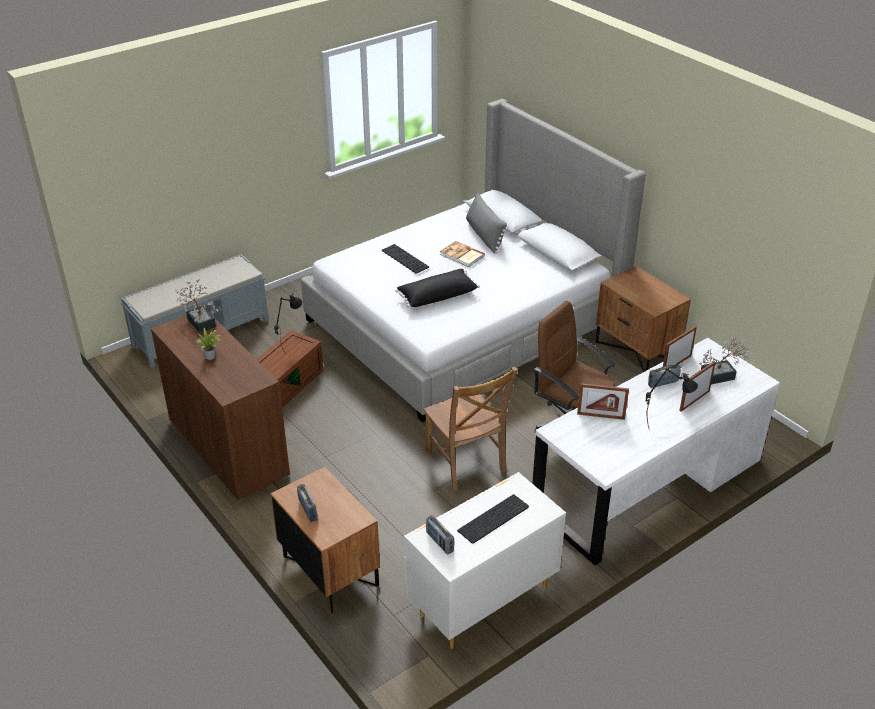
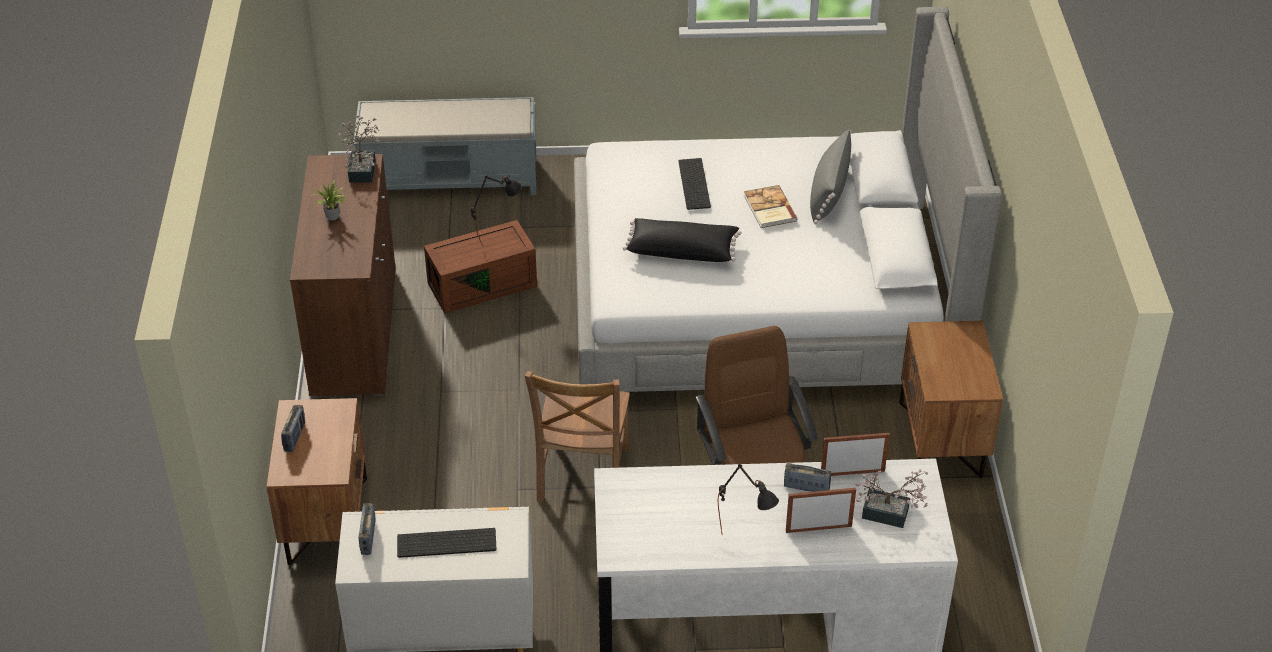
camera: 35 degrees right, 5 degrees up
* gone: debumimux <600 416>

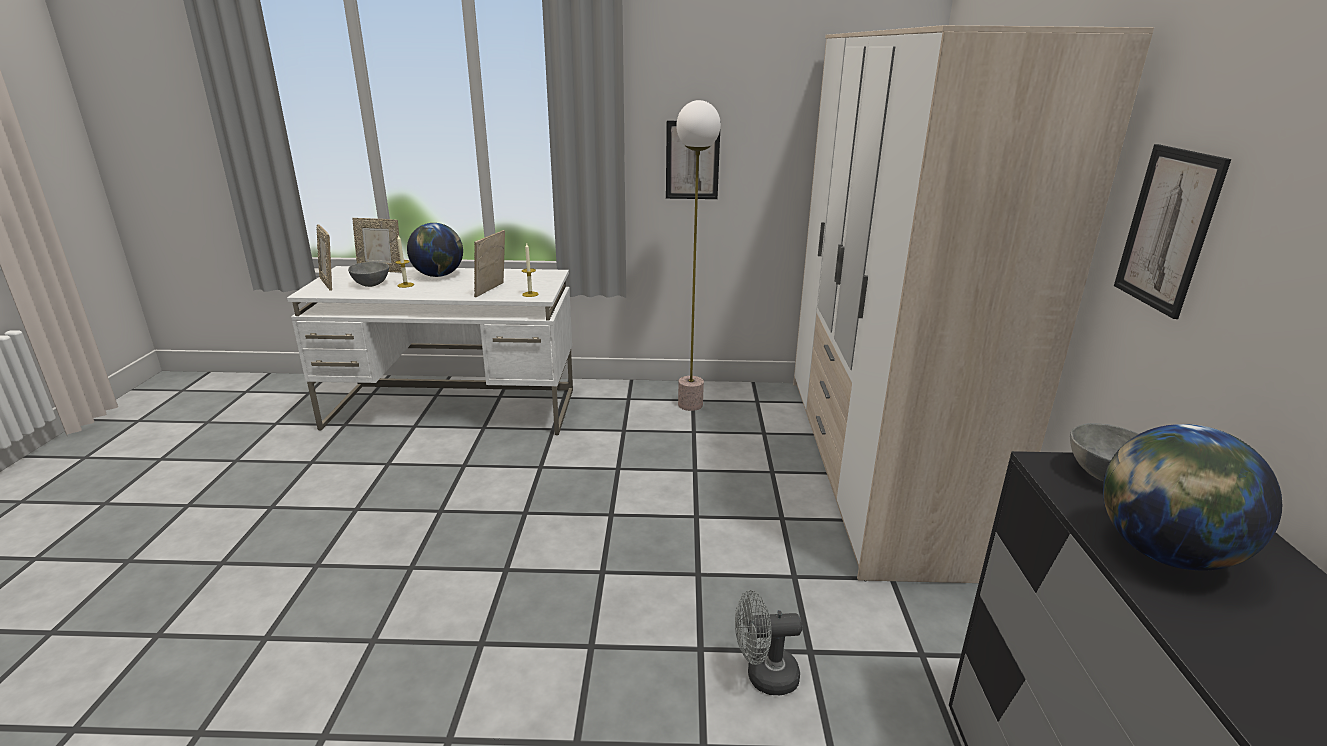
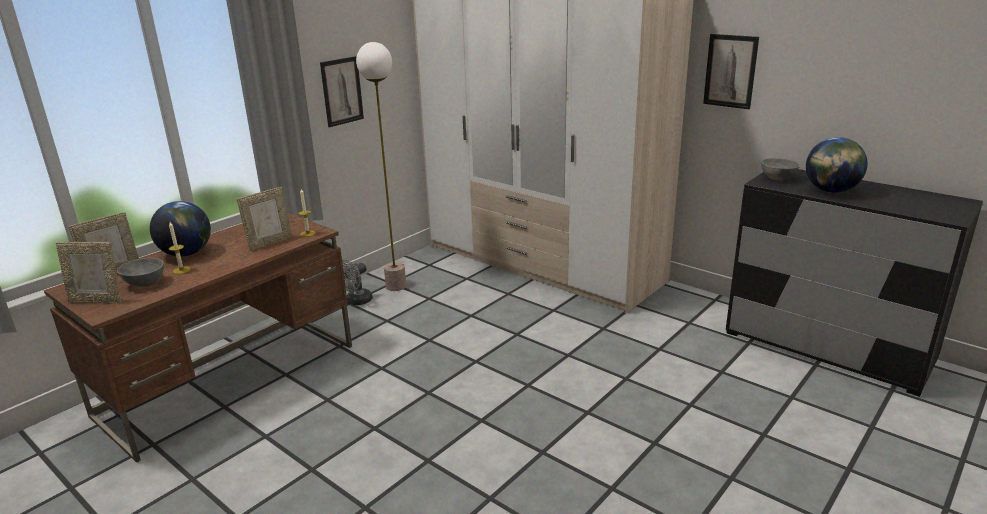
camera: 50 degrees left, 0 degrees up
* repainted: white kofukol <454 409> to brown kofukol <231 379>
* rotated: debumimux <492 290> = <270 243> 105 degrees counterclockwise
* shifted: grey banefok <764 676> to <356 301>

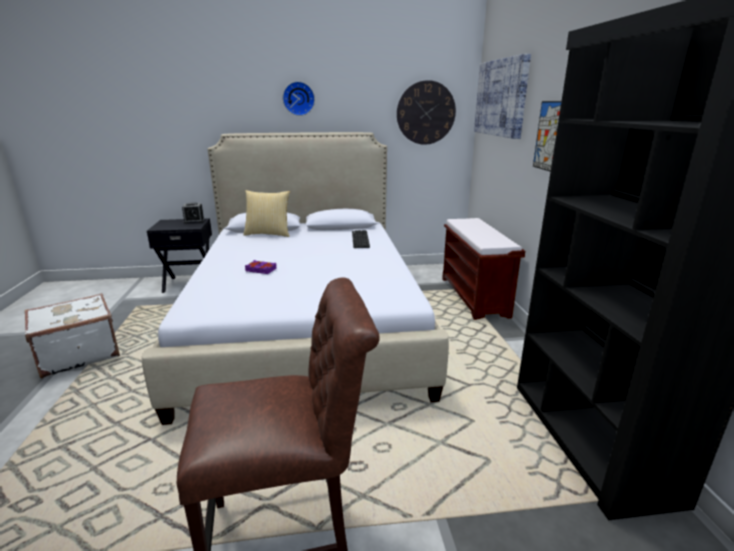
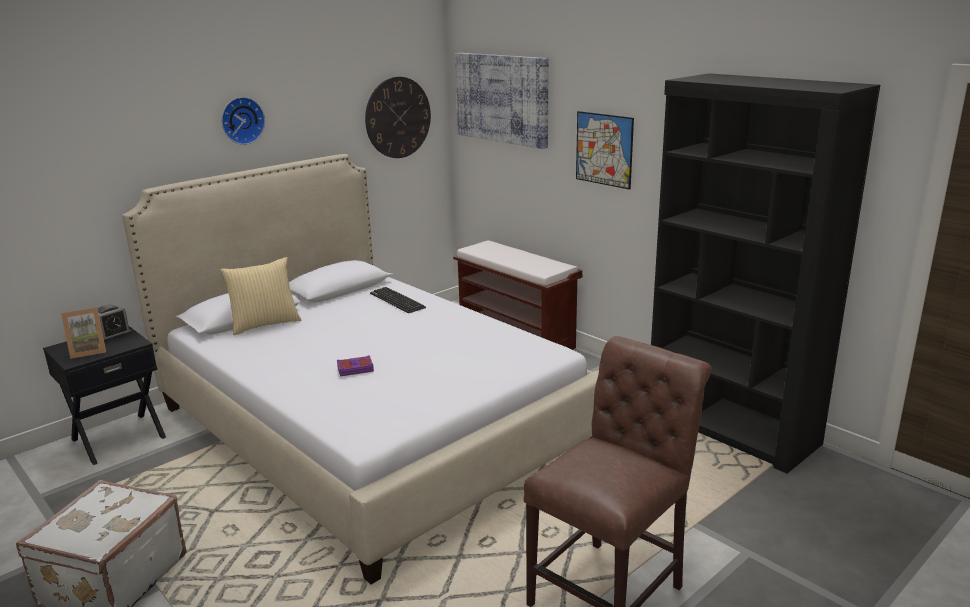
camera: 35 degrees left, 0 degrees up
* new: debumimux <88 351>

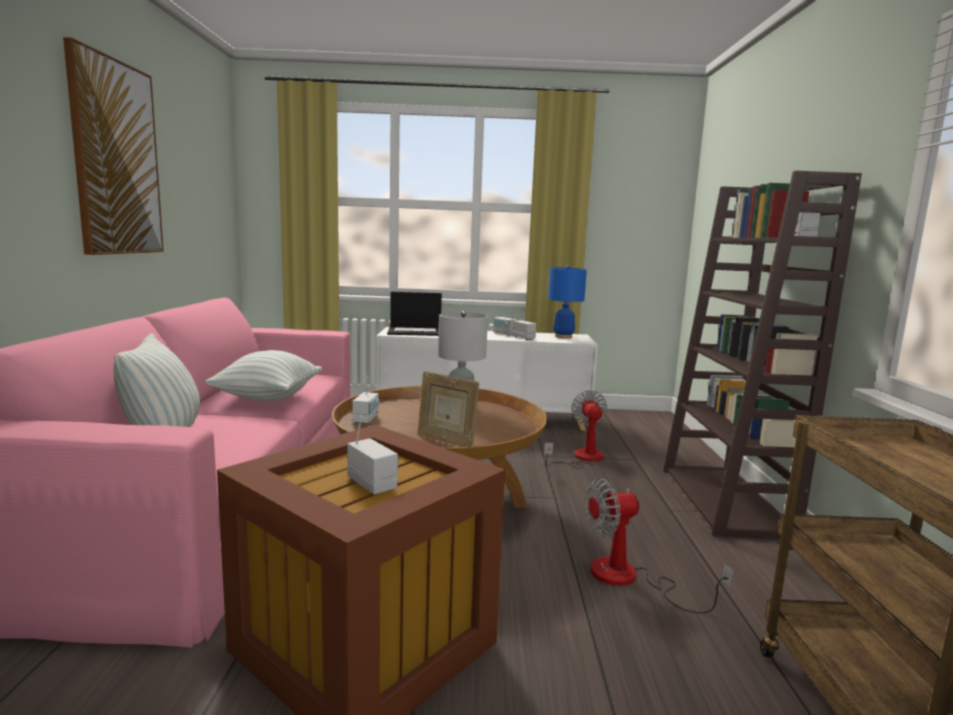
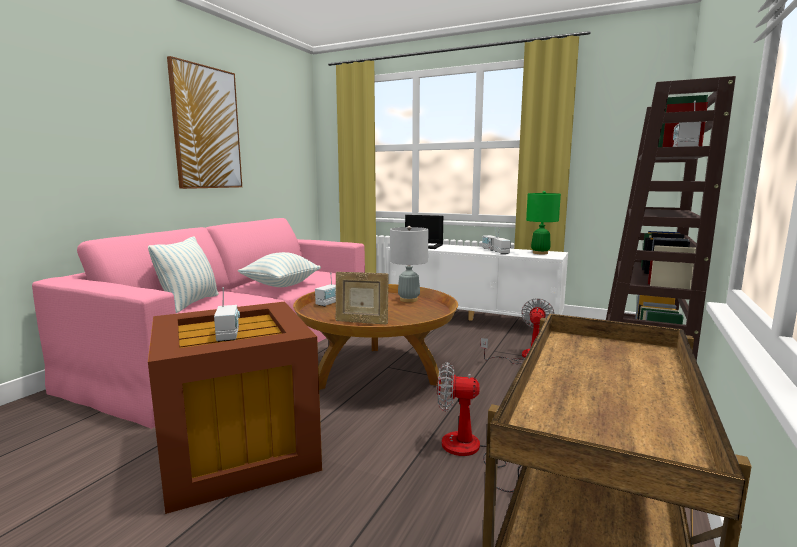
camera: 25 degrees right, 0 degrees up
* rotated: debumimux <446 441> = <361 322> 45 degrees counterclockwise
* repainted: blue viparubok <563 337> to green viparubok <540 253>

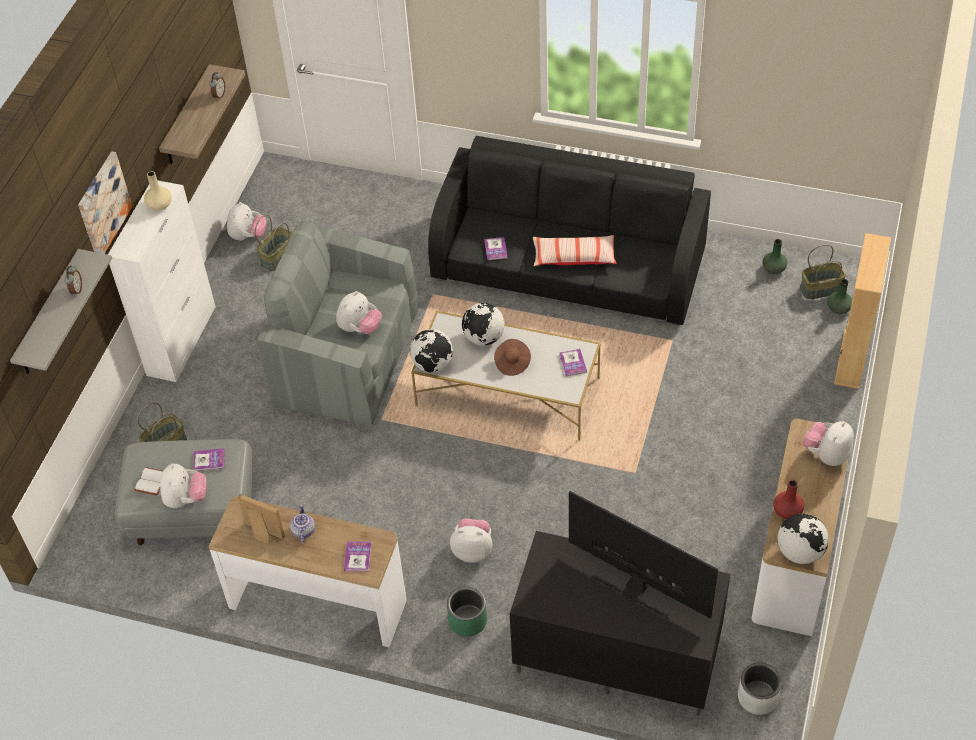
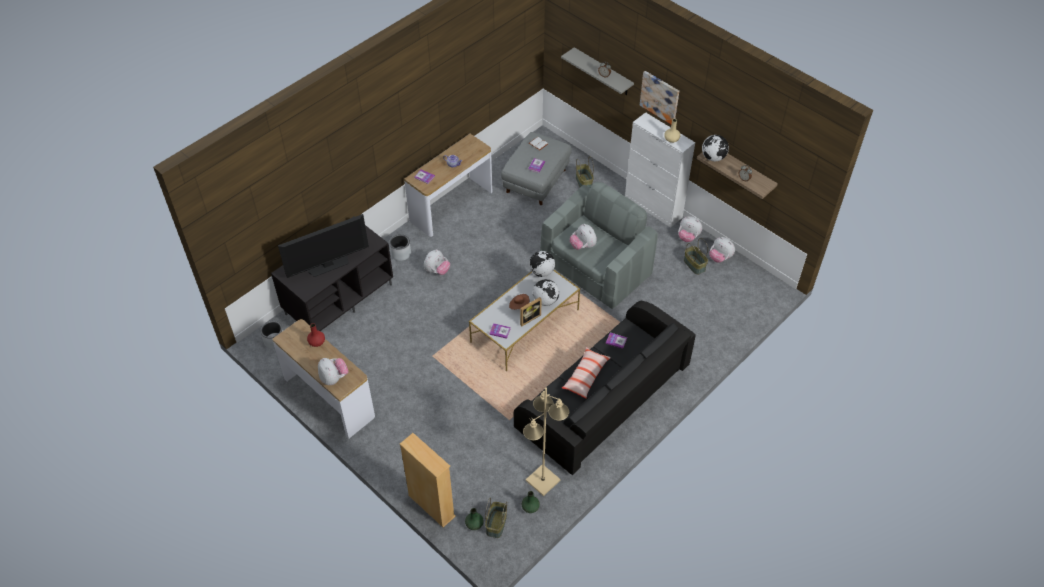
camera: 115 degrees right, 0 degrees up
* repainted: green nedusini <467 620> to grey nedusini <401 253>
* shifted: debumimux <262 534> to <529 318>
* new: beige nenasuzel <543 481>
* shifted: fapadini <186 499> to <688 237>
* shifted: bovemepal <799 552> to <713 157>

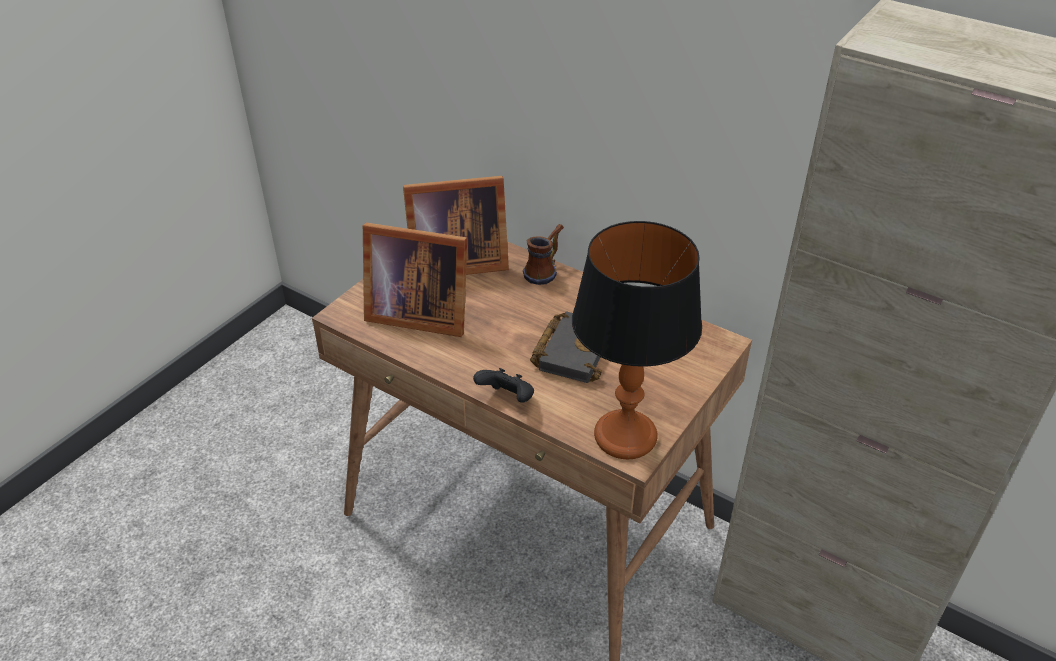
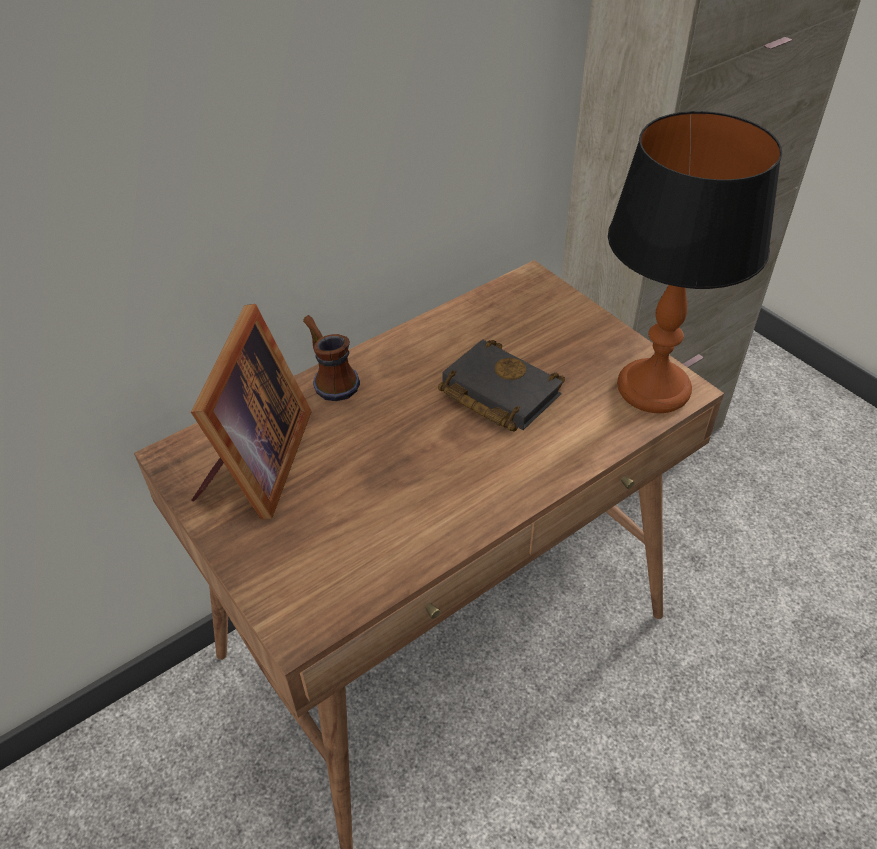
camera: 70 degrees left, 5 degrees up
* gone: debumimux <416 313>
* gone: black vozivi <507 399>

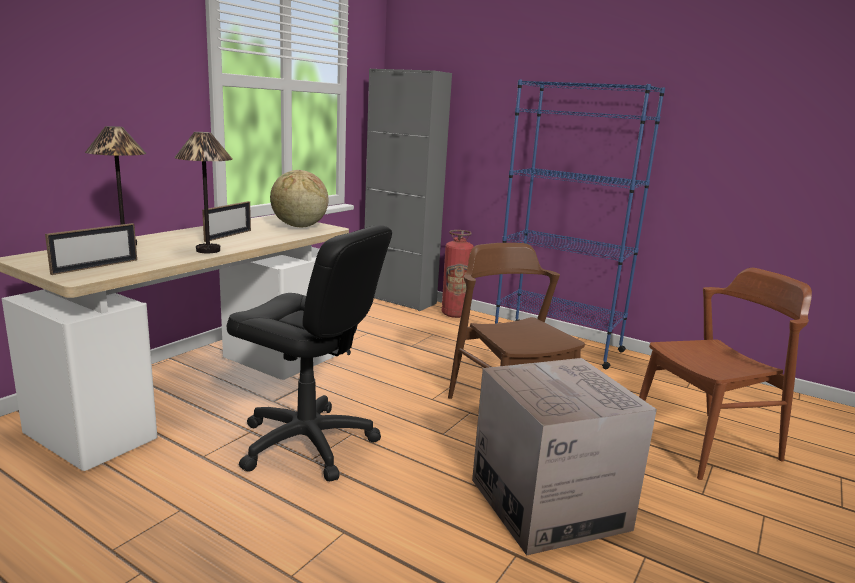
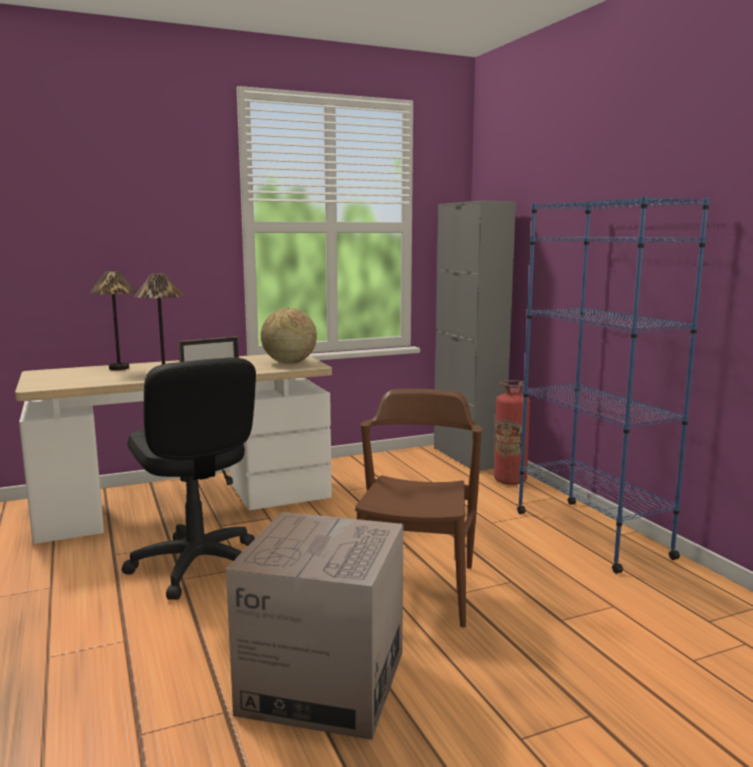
camera: 35 degrees right, 5 degrees down
* gone: debumimux <96 267>
* gone: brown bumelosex <705 444>

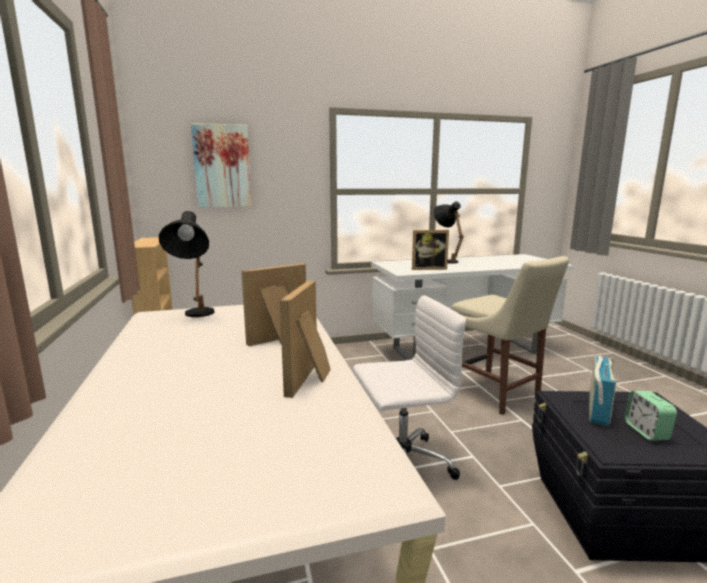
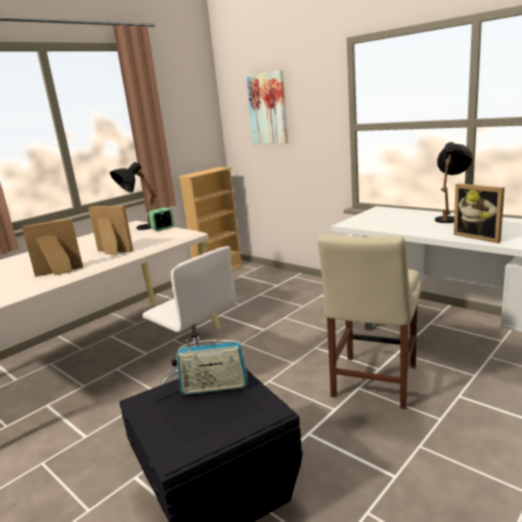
camera: 60 degrees right, 5 degrees up
* shifted: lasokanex <646 431> to <163 228>
* shifted: debumimux <428 268> to <479 237>

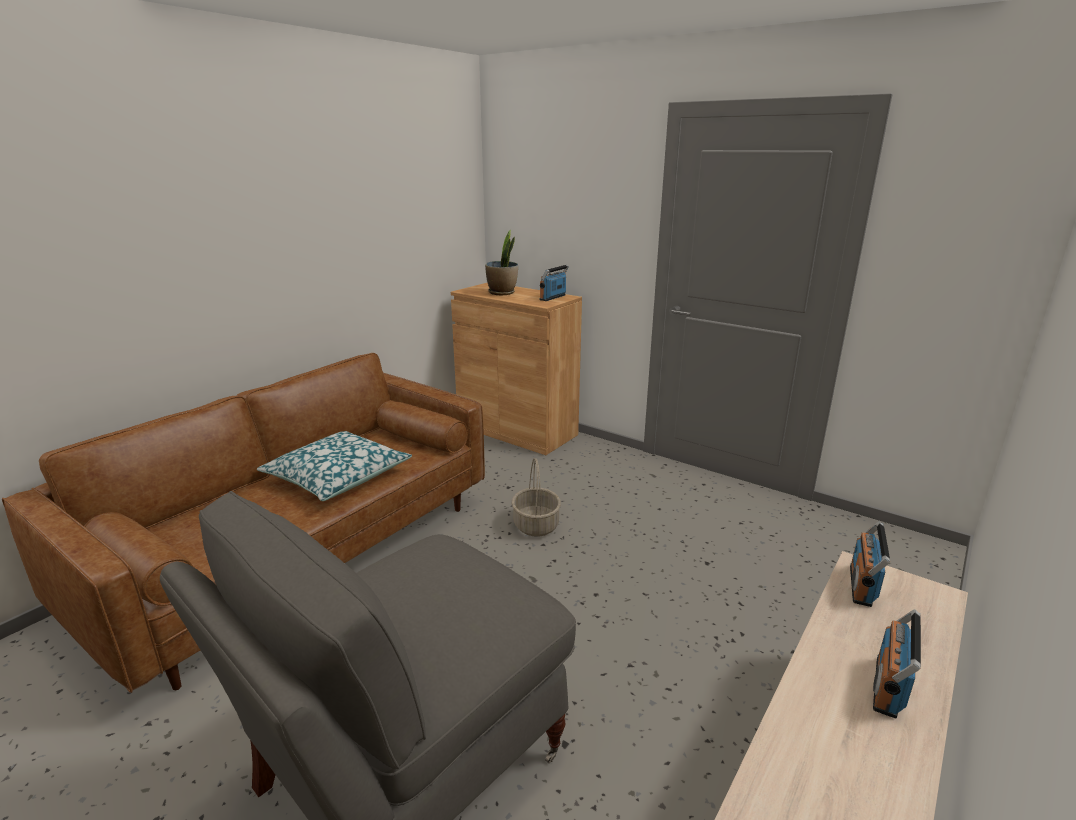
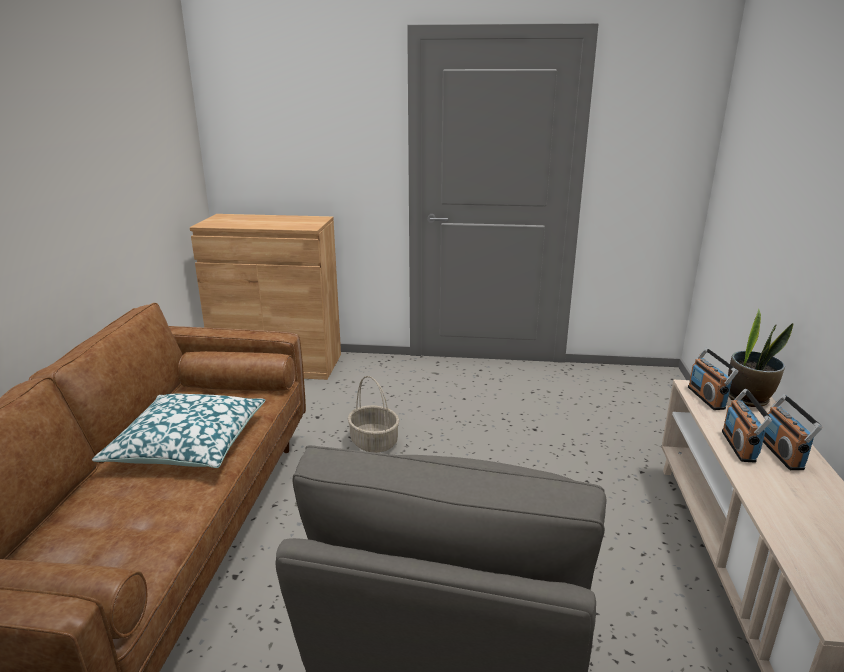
camera: 30 degrees left, 0 degrees up
* shifted: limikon <553 297> to <739 446>
* shifted: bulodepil <502 293> to <748 399>

